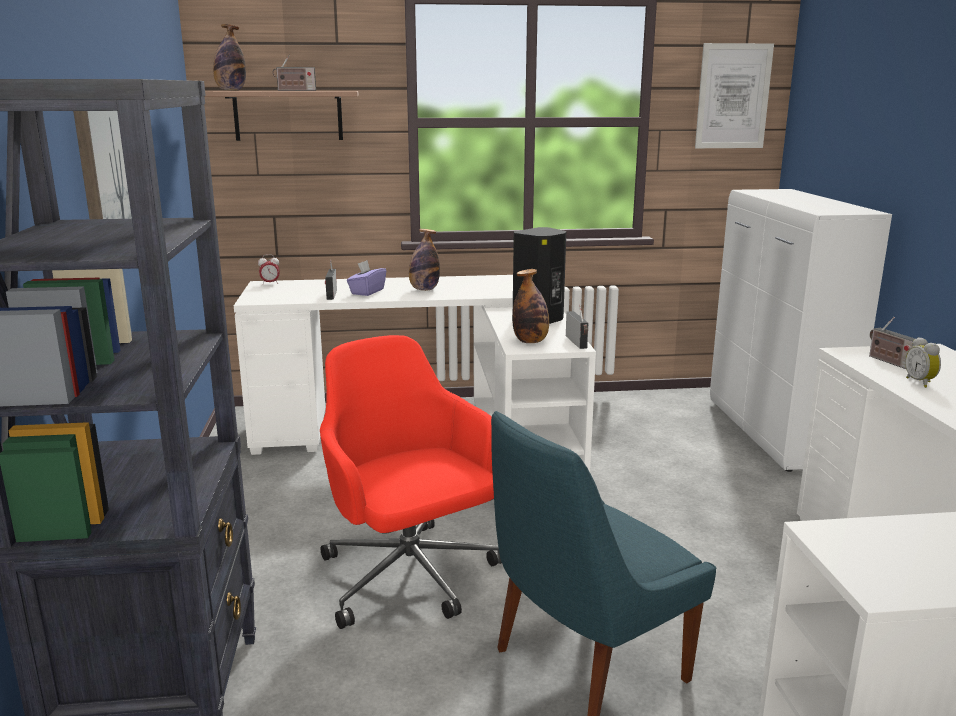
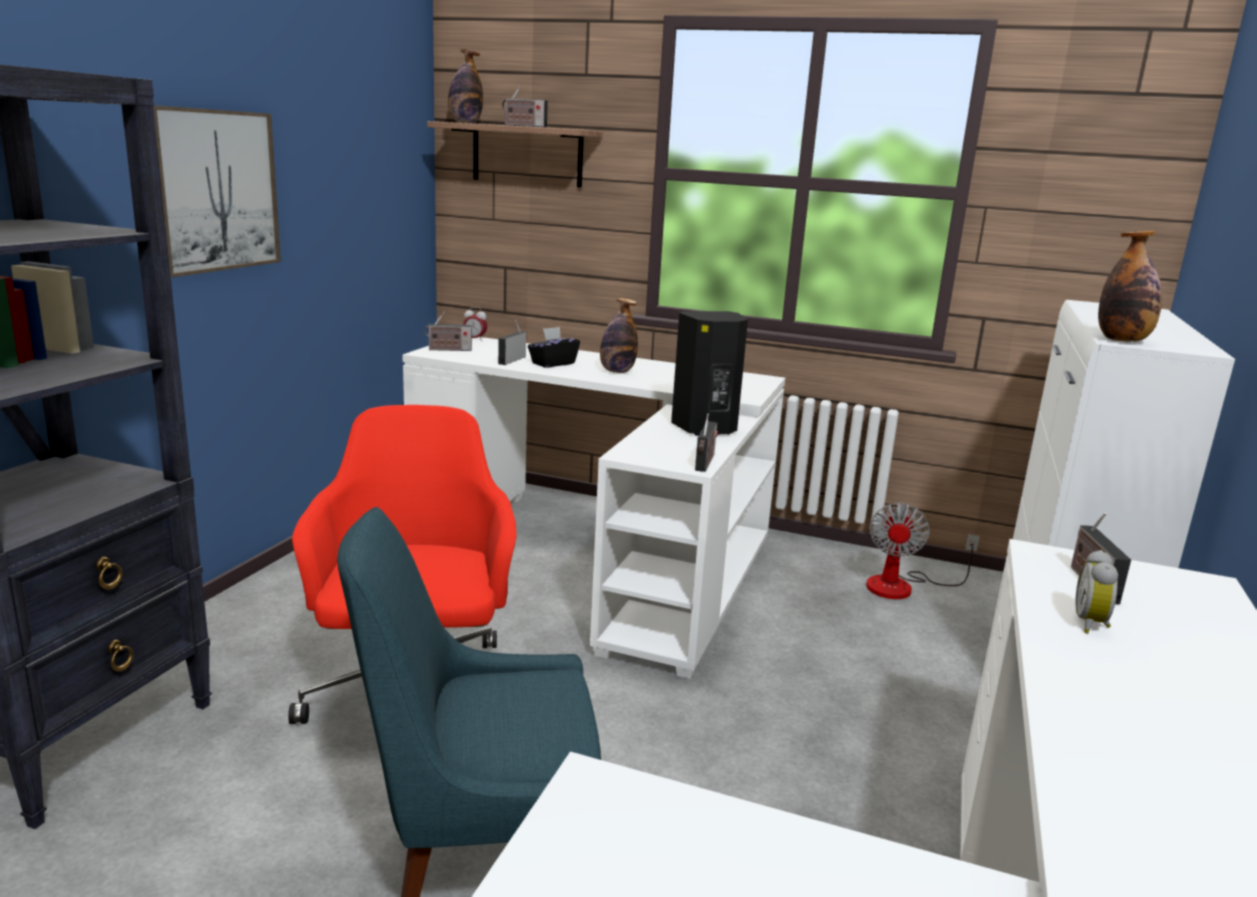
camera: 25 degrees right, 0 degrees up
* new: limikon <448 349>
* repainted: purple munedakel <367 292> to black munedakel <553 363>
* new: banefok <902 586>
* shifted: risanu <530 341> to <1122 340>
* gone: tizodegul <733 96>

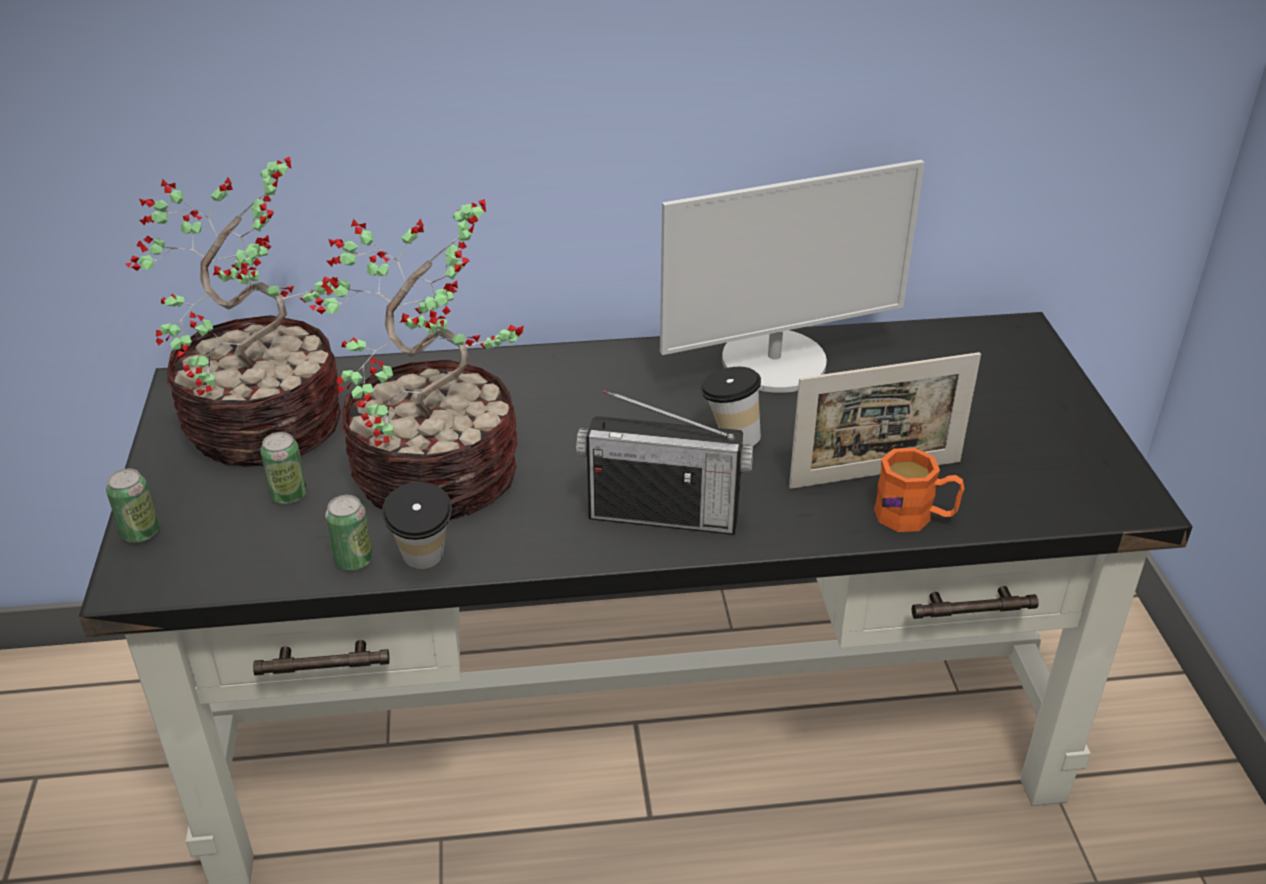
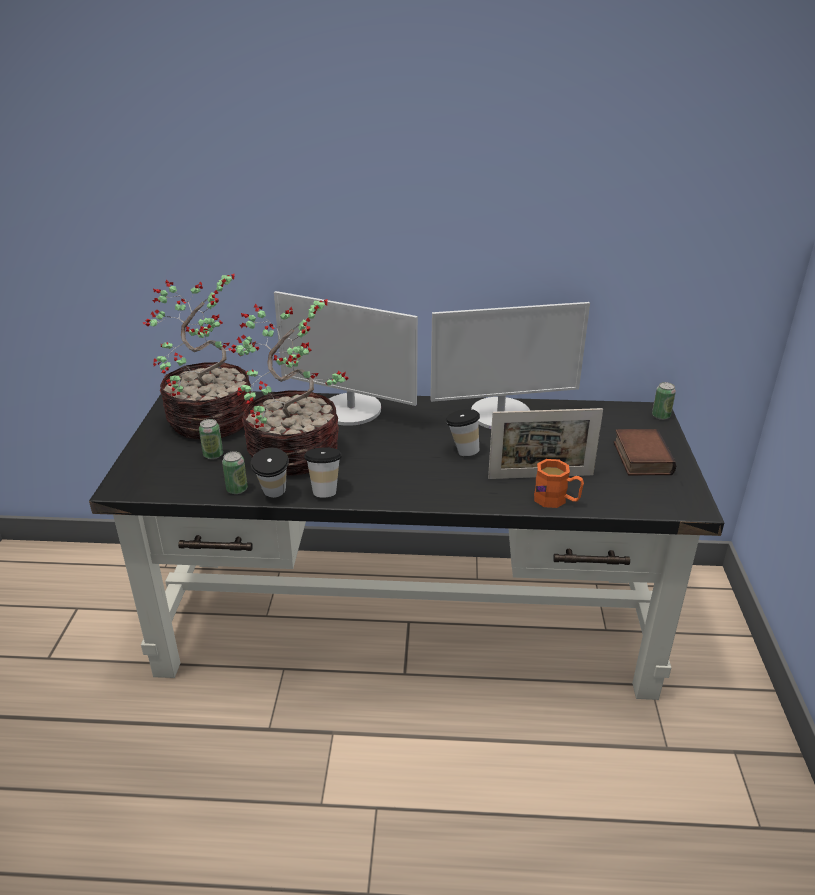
camera: 10 degrees right, 5 degrees down
* new: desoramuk <351 410>
* new: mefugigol <325 490>
* new: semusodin <640 457>
* shifted: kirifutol <140 533> to <660 416>
* gone: limikon <663 515>

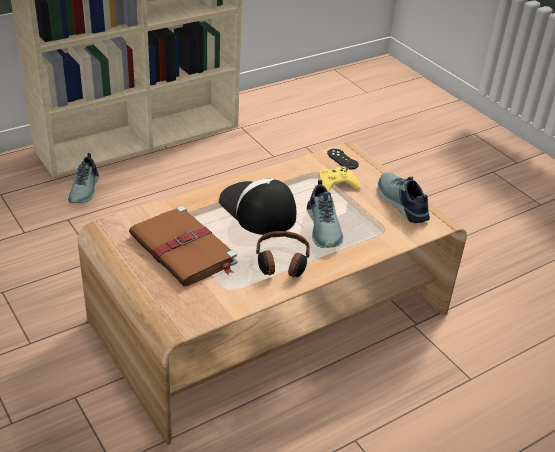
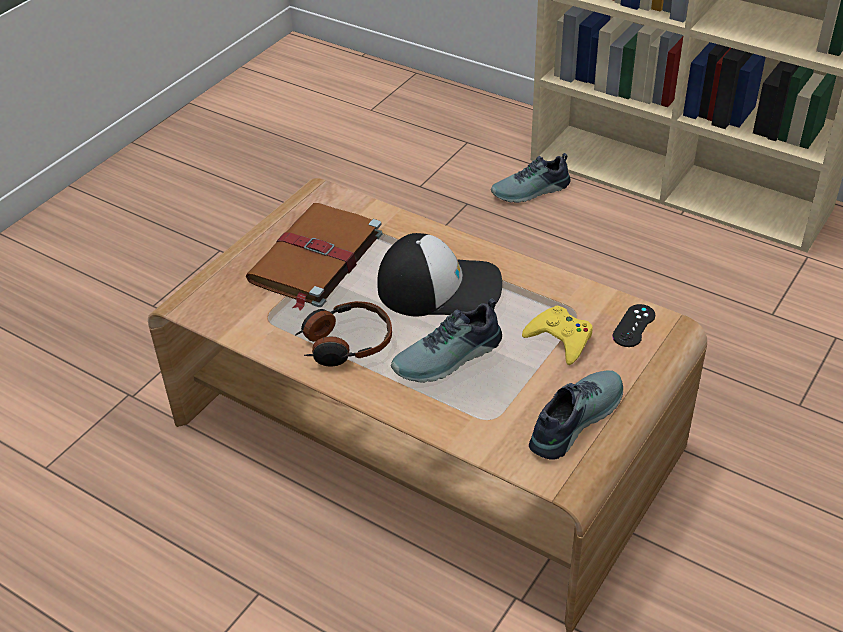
camera: 70 degrees right, 5 degrees up
* rotated: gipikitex <257 209> = <440 287> 60 degrees clockwise

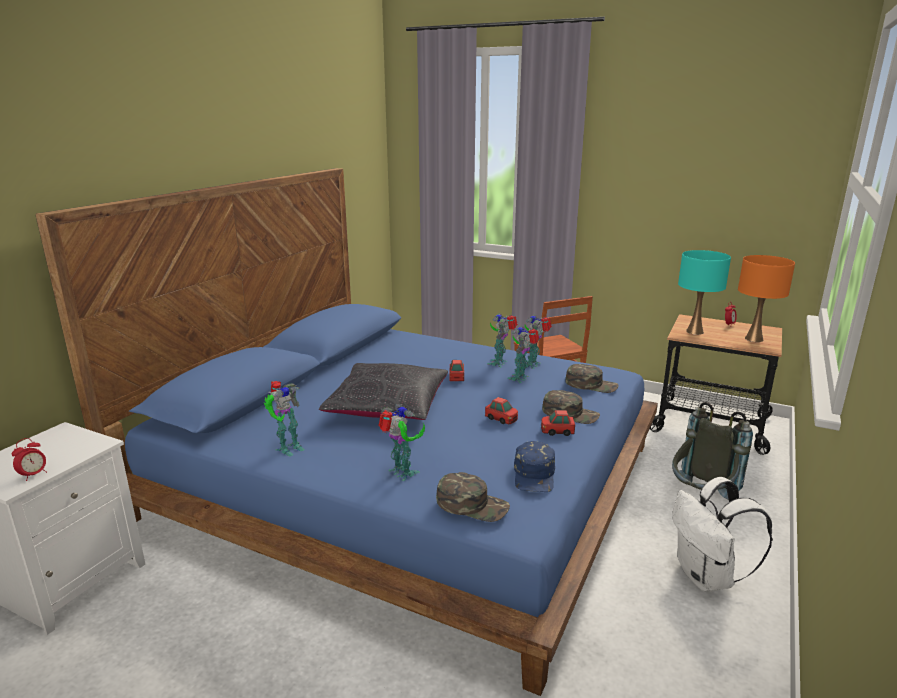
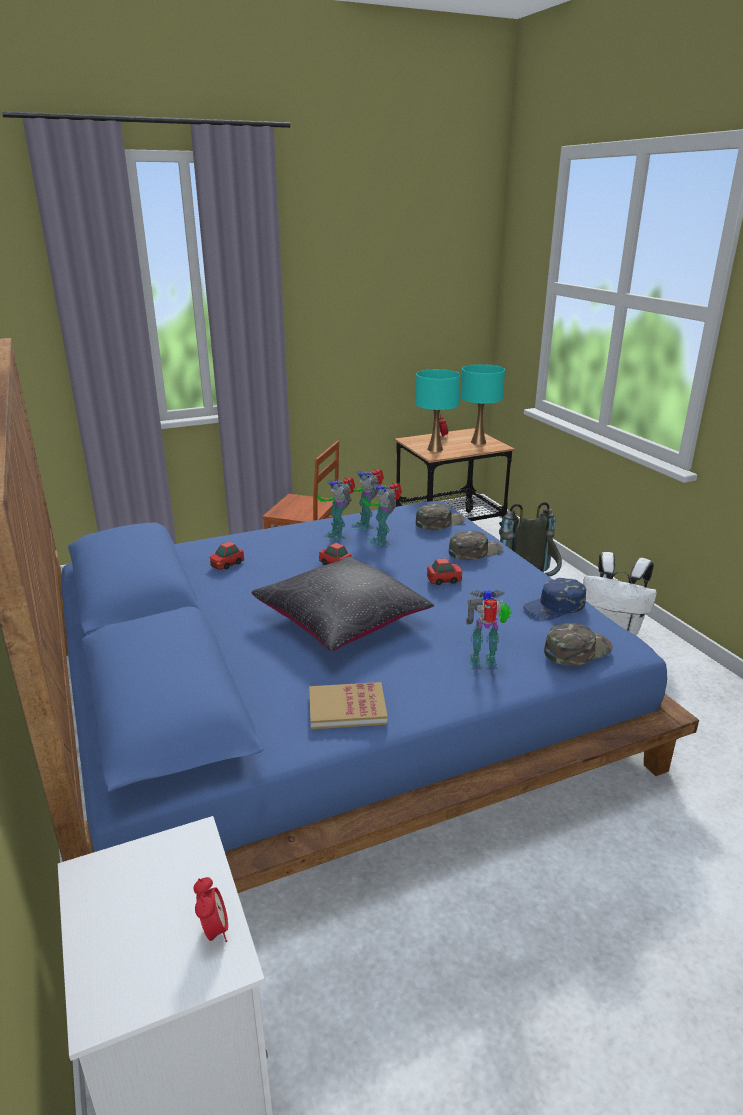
camera: 50 degrees left, 5 degrees up
* shifted: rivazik <557 431> to <227 564>
* swapped: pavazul <287 448> to semusodin <347 708>
* repainted: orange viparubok <754 339> to turquoise viparubok <478 442>
* rotated: blue gipikitex <535 475> = <555 606> 105 degrees clockwise

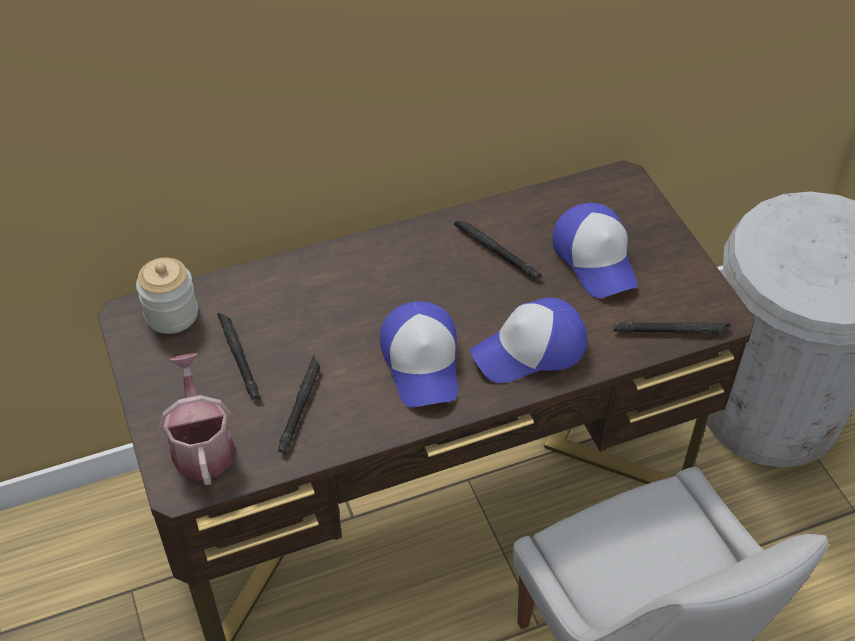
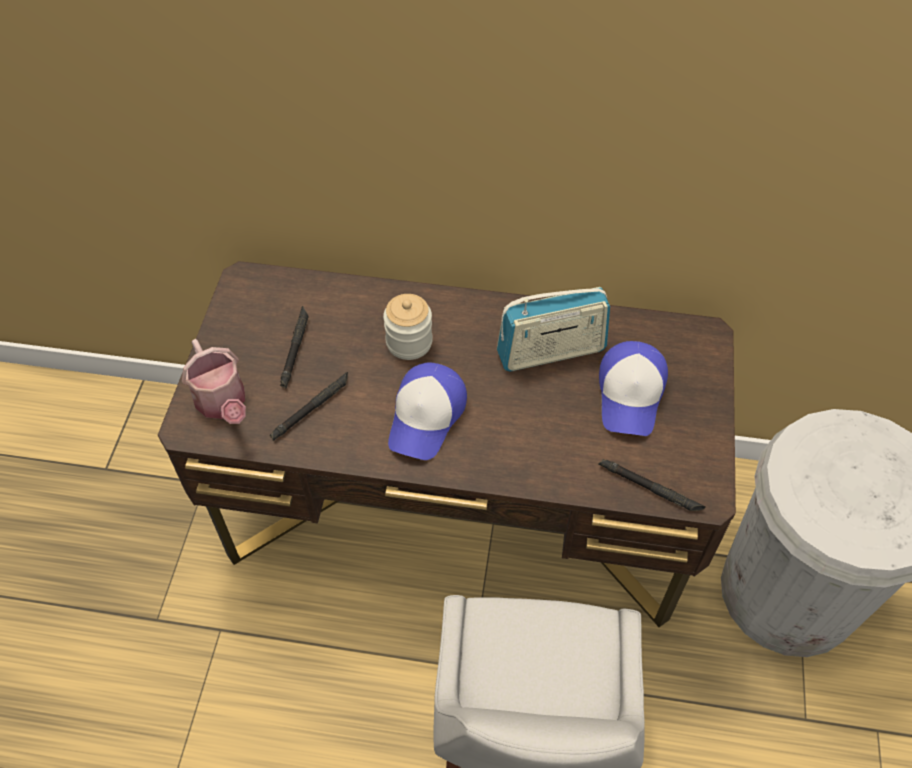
camera: 30 degrees right, 5 degrees up
* rotated: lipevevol <201 445> = <223 404> 135 degrees clockwise
* shifted: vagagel <172 314> to <409 342>
* swapped: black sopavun <496 253> to limikon <551 352>
* gone: gipikitex <530 351>

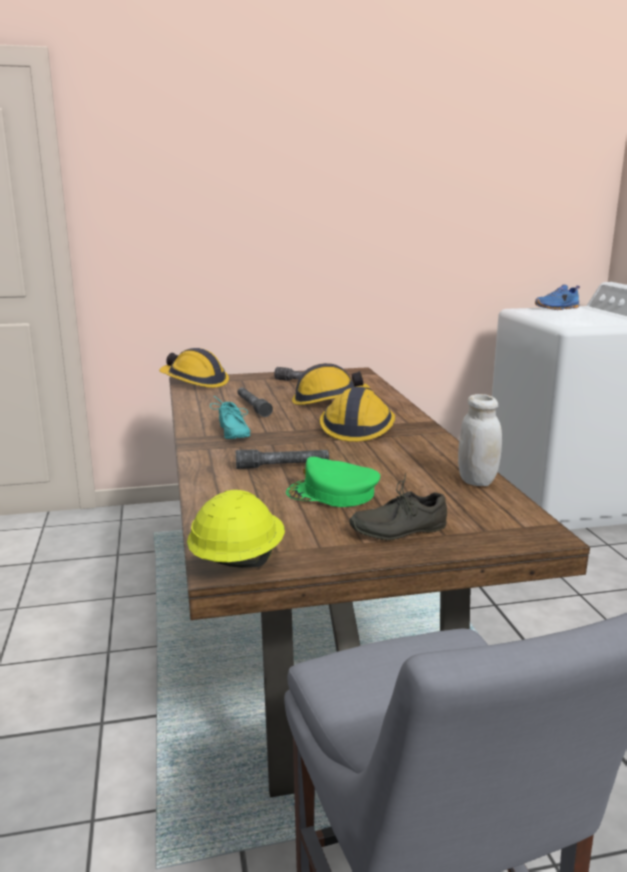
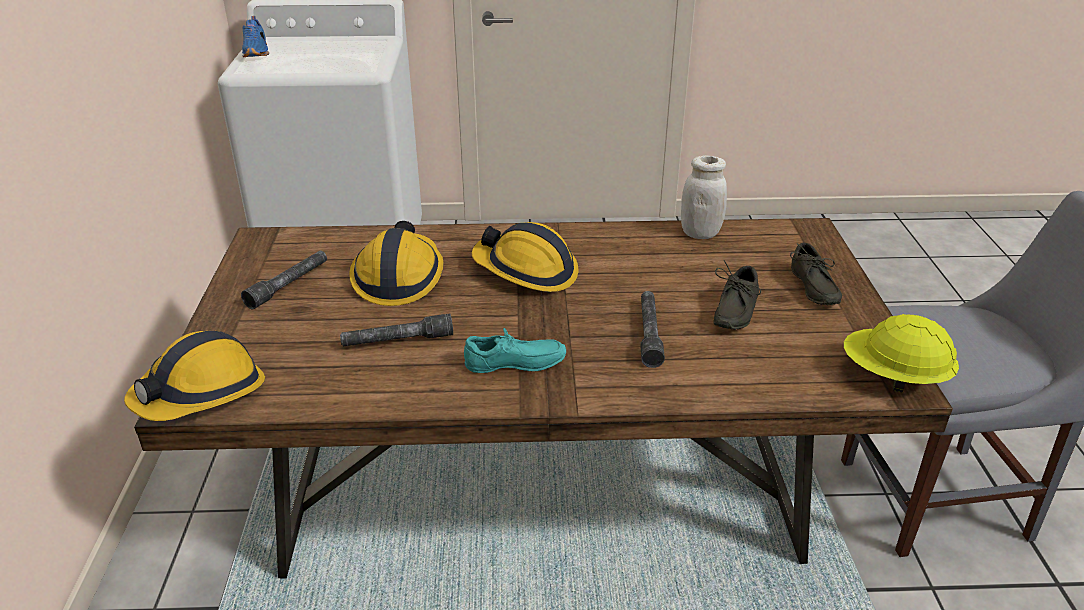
camera: 80 degrees left, 15 degrees up
* swapped: green gipikitex <332 494> to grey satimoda <732 311>

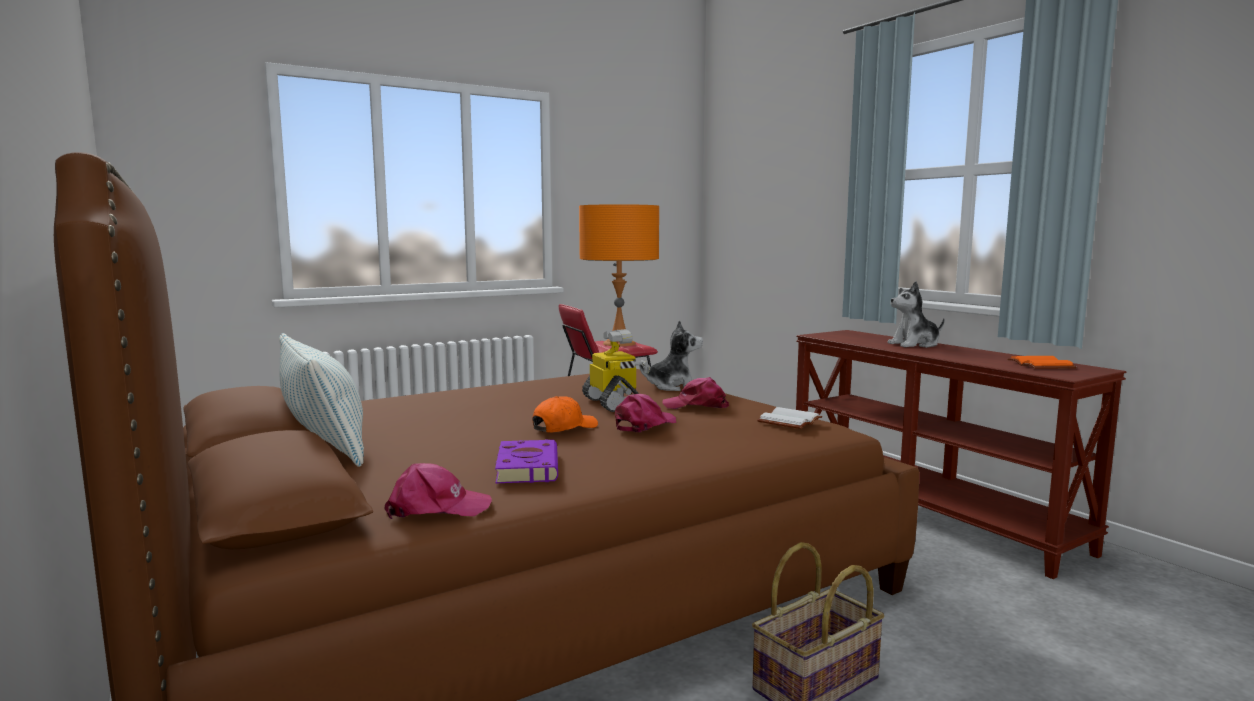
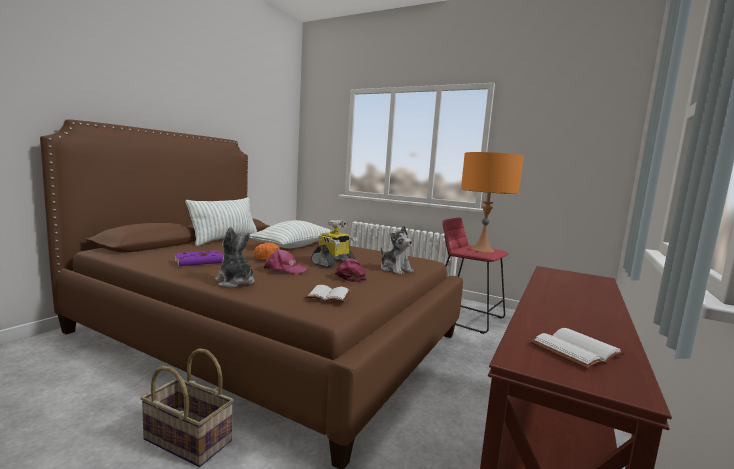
camera: 60 degrees right, 0 degrees up
* shifted: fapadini <915 344> to <235 283>
* new: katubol <293 246>
* repainted: orange semusodin <1038 365> to white semusodin <574 349>
* gone: pink gipikitex <437 508>

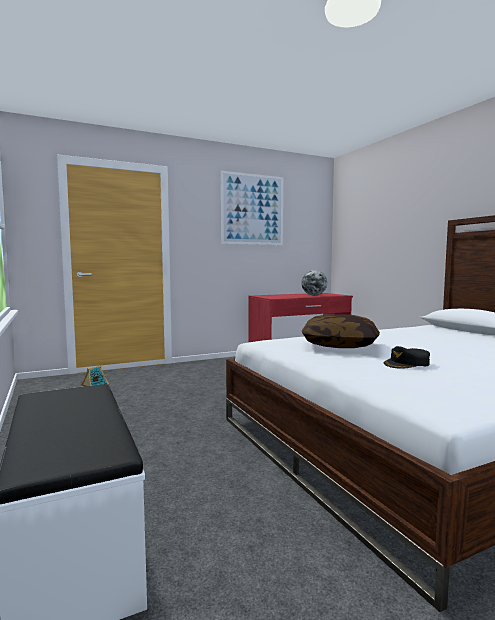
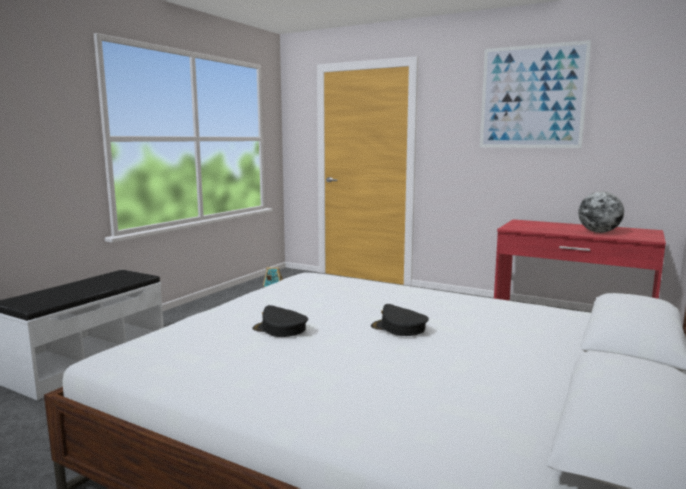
camera: 55 degrees right, 5 degrees up
* new: black gipikitex <399 328>
* gone: katubol <339 345>

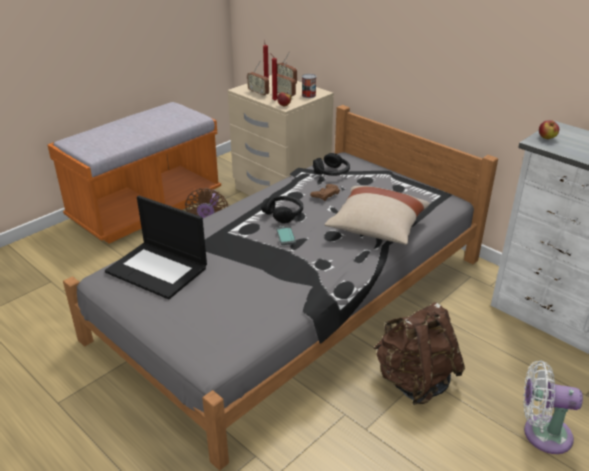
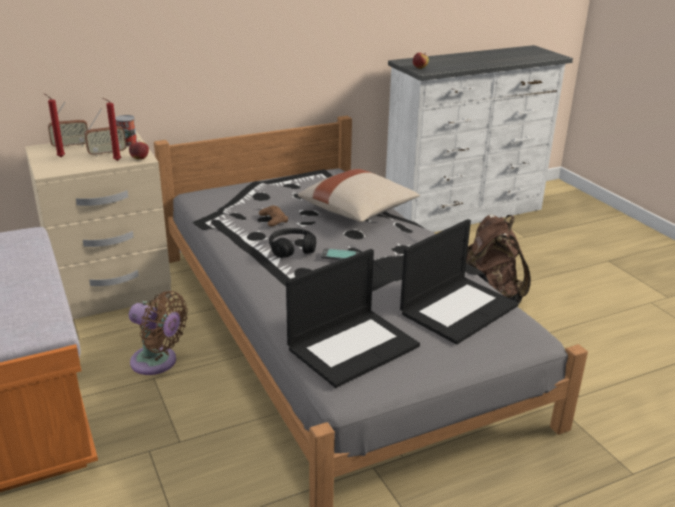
camera: 70 degrees left, 5 degrees down
* new: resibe <458 308>
* gone: limikon <258 93>
* gone: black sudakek <332 172>
* gone: white banefok <542 433>

